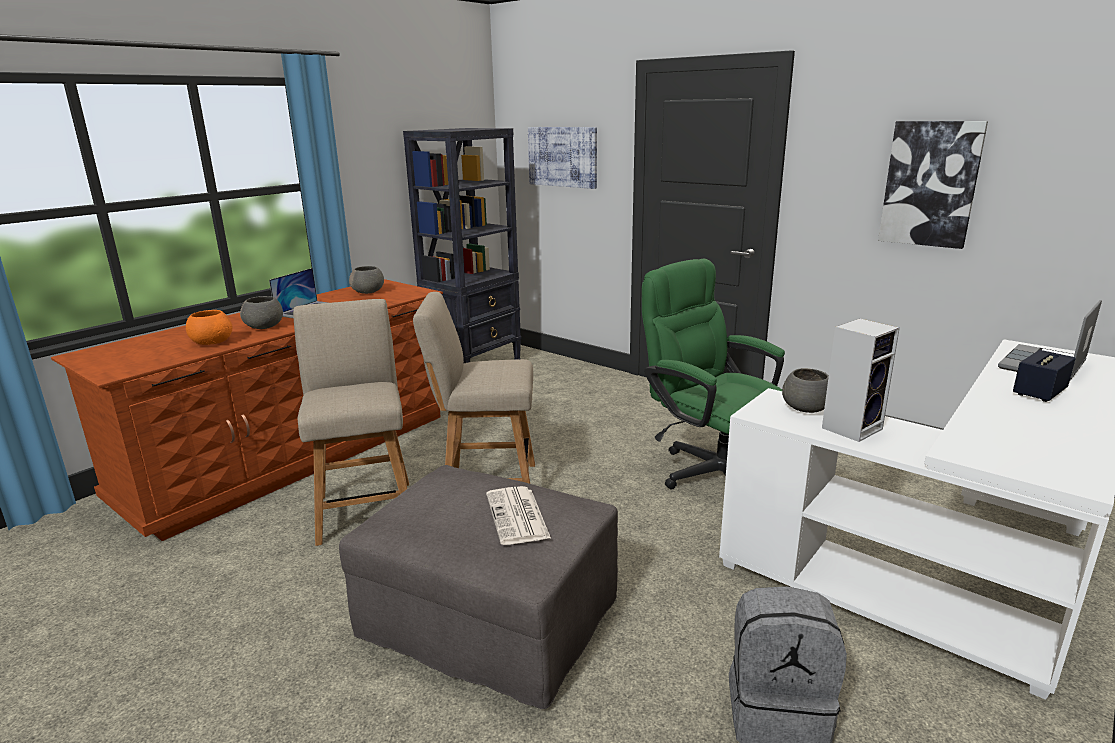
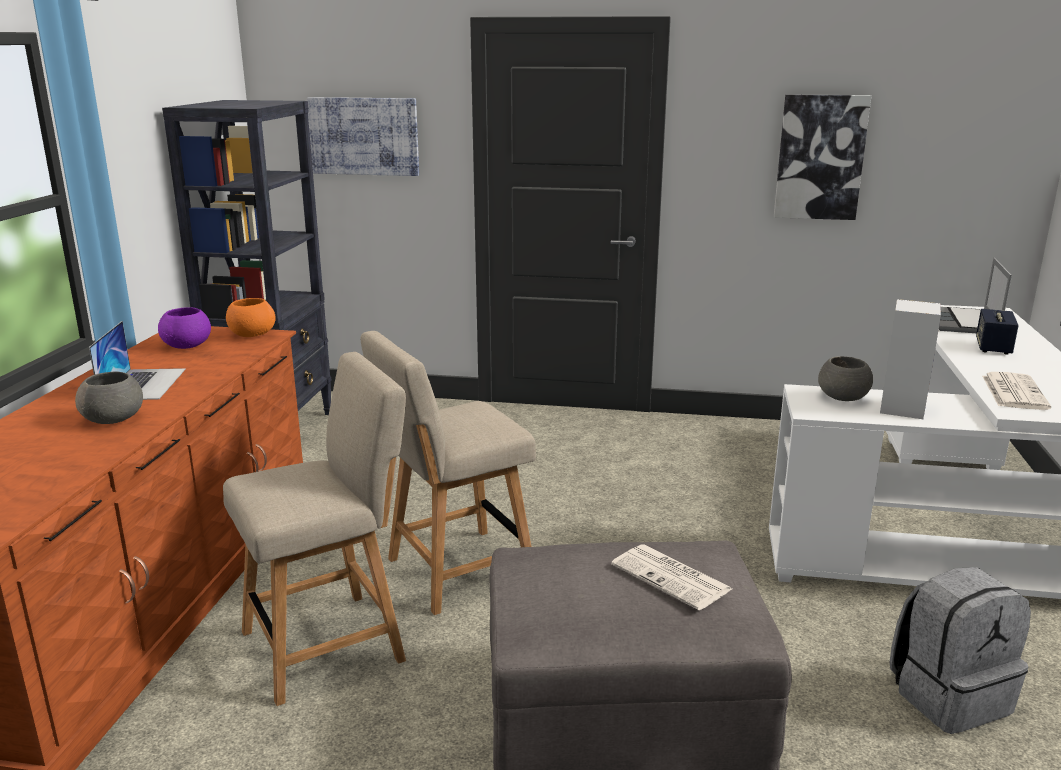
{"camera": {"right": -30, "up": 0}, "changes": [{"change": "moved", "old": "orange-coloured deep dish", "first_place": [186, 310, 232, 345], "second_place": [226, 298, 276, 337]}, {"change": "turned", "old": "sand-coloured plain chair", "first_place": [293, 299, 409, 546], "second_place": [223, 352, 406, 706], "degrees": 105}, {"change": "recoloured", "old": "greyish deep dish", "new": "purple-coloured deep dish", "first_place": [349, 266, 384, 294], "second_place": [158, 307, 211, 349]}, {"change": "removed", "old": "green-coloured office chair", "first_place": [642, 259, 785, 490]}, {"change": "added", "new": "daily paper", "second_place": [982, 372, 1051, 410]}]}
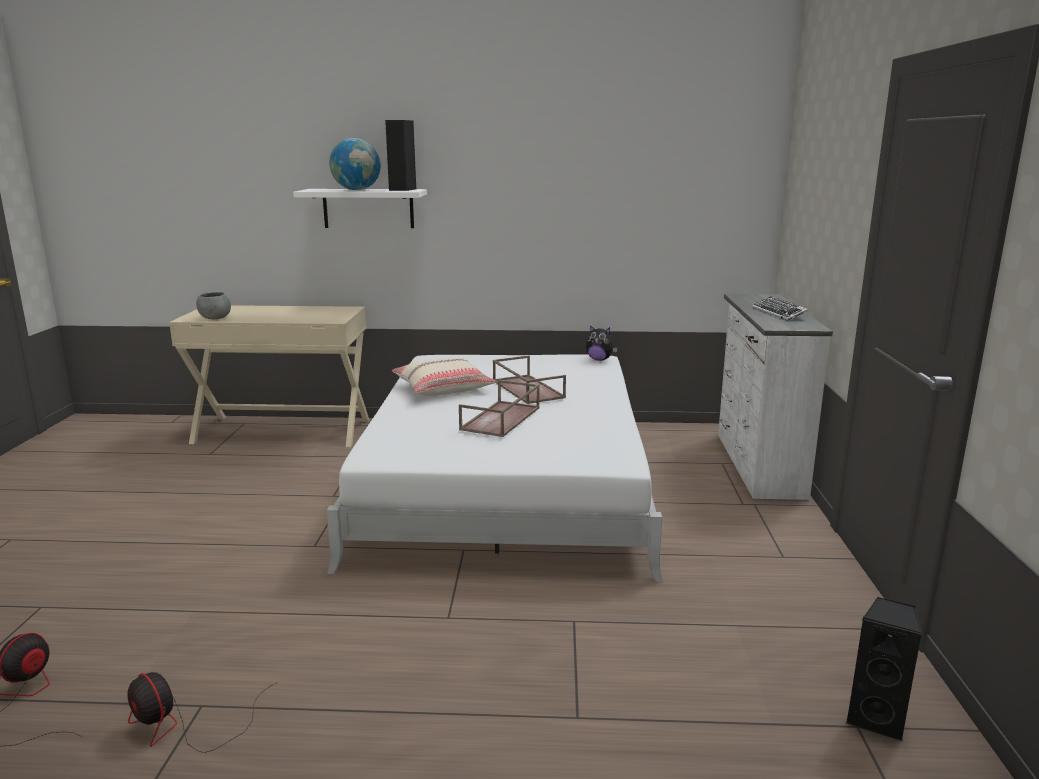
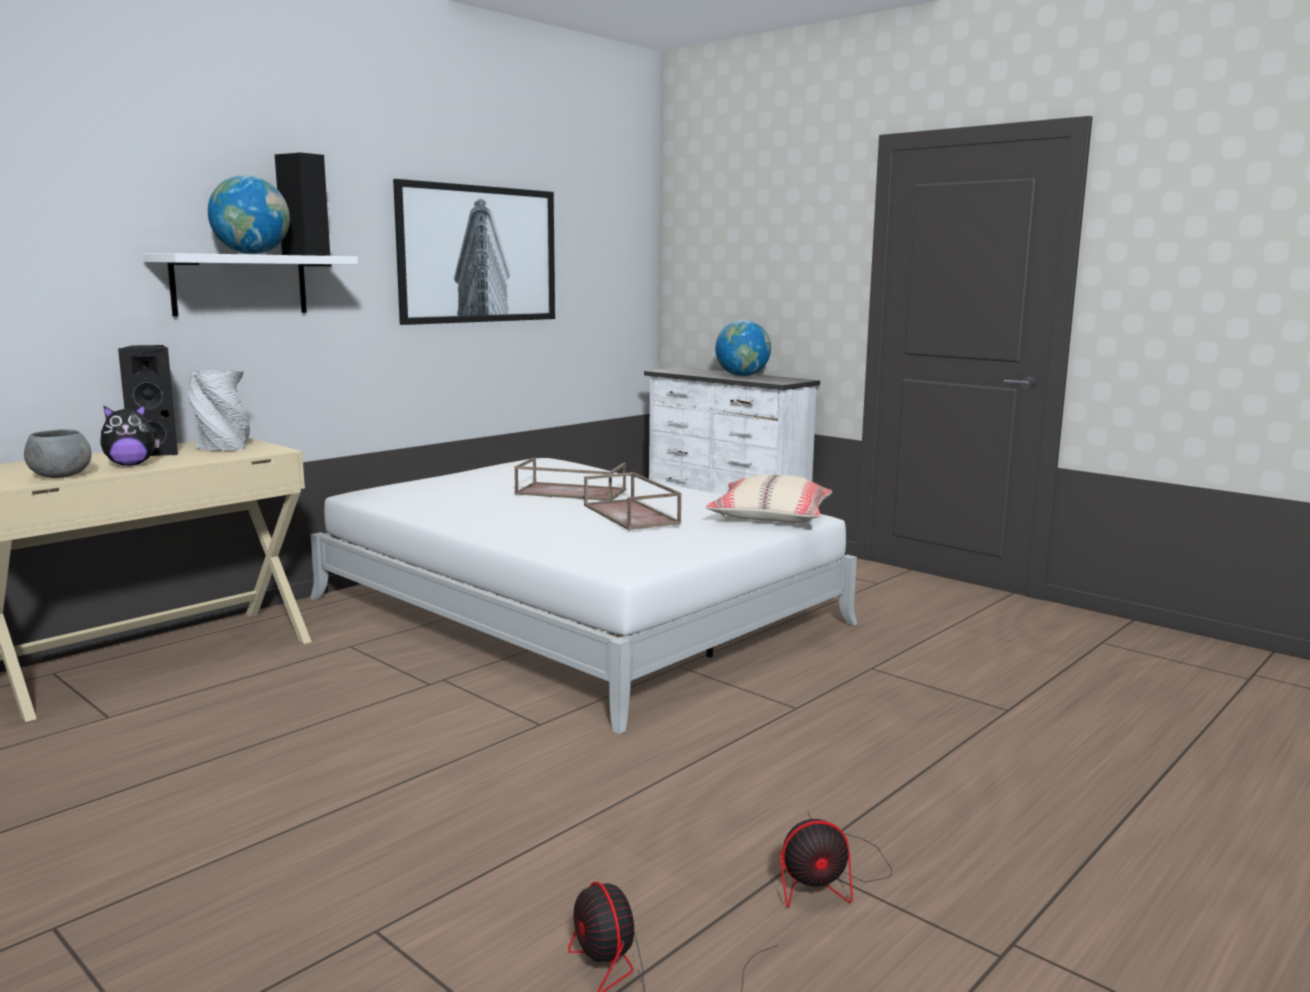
{"camera": {"right": -50, "up": -5}, "changes": [{"change": "moved", "old": "sand-coloured pillow", "first_place": [392, 357, 497, 396], "second_place": [706, 475, 832, 523]}, {"change": "moved", "old": "plush toy", "first_place": [586, 325, 618, 361], "second_place": [100, 404, 160, 466]}, {"change": "replaced", "old": "computer keyboard", "new": "world globe", "first_place": [752, 296, 809, 321], "second_place": [715, 320, 771, 376]}, {"change": "moved", "old": "blackish audio speaker", "first_place": [846, 597, 922, 741], "second_place": [118, 345, 178, 456]}, {"change": "added", "new": "greyish vase", "second_place": [187, 370, 250, 451]}, {"change": "added", "new": "wall art", "second_place": [393, 179, 555, 325]}]}
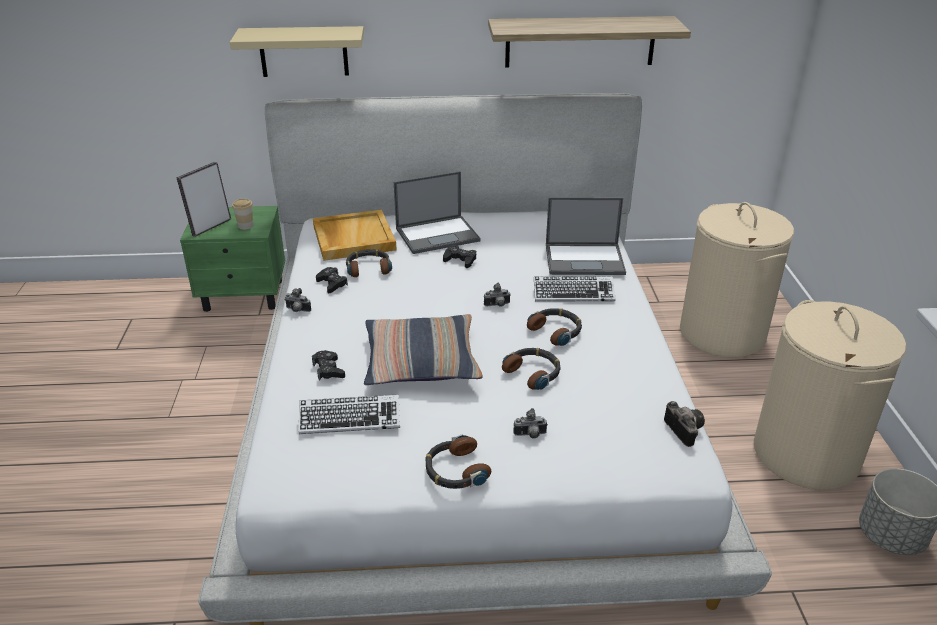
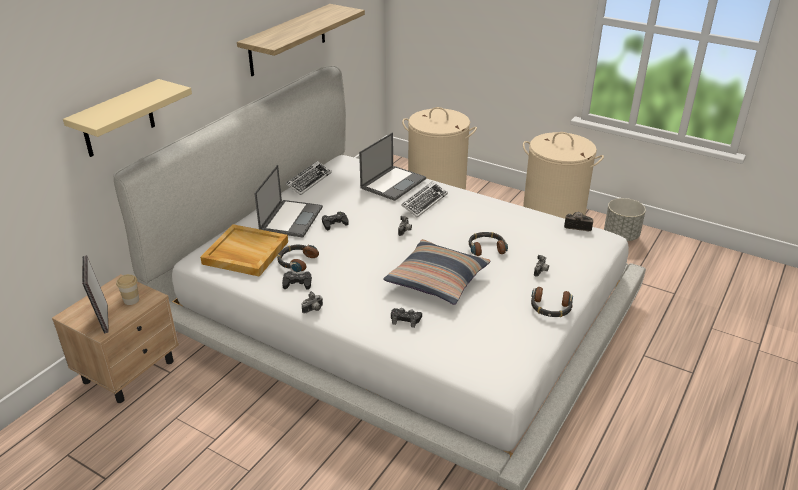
{"camera": {"right": -55, "up": 0}, "changes": [{"change": "recoloured", "old": "green-coloured night table", "new": "sand-coloured night table", "first_place": [180, 206, 285, 312], "second_place": [52, 274, 179, 403]}, {"change": "moved", "old": "computer keyboard", "first_place": [299, 394, 400, 434], "second_place": [285, 161, 332, 195]}, {"change": "removed", "old": "headphones", "first_place": [527, 308, 582, 346]}]}
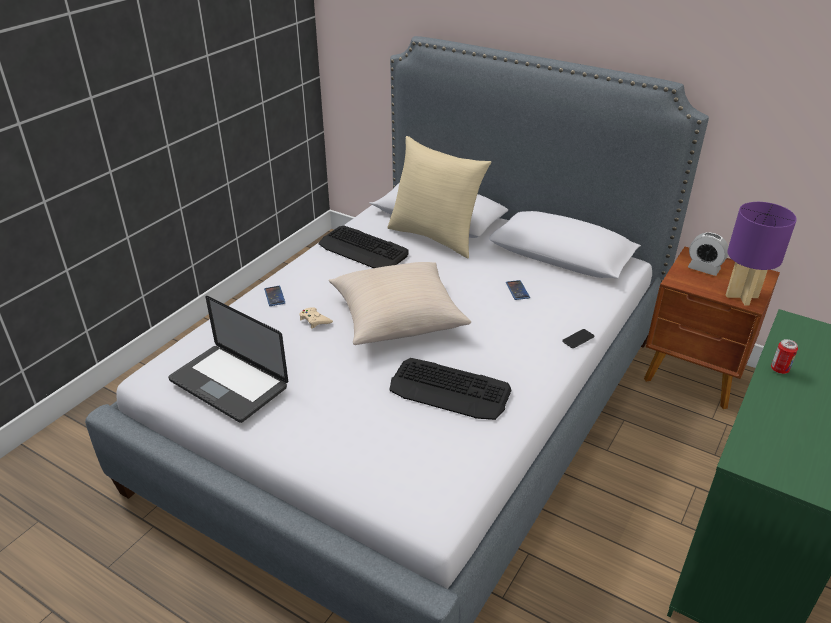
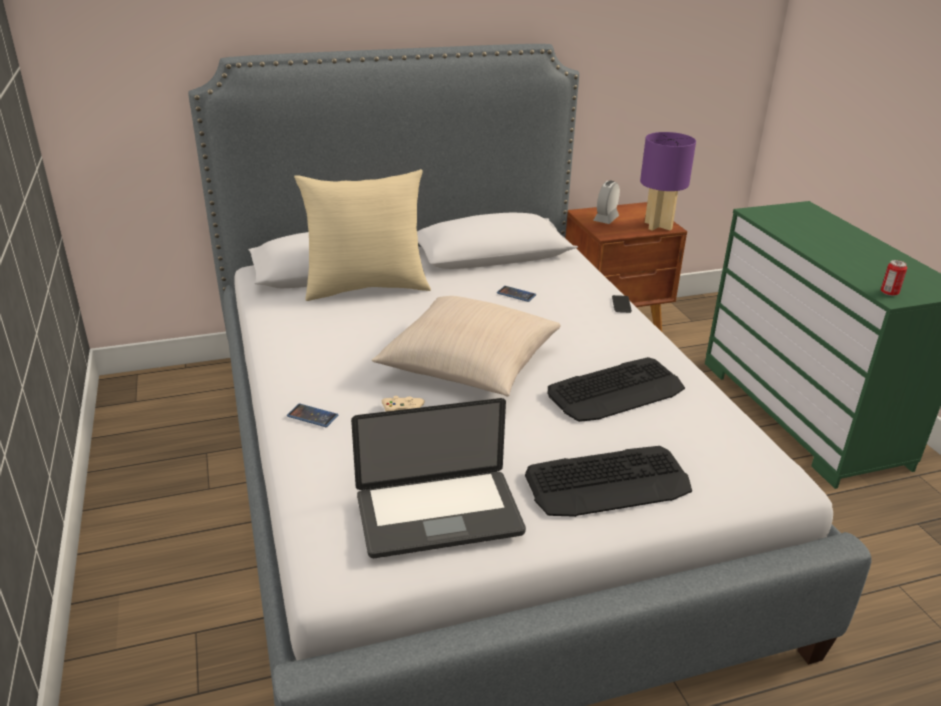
{"camera": {"right": -50, "up": -5}, "changes": [{"change": "moved", "old": "computer keyboard", "first_place": [319, 225, 409, 268], "second_place": [525, 446, 692, 517]}, {"change": "turned", "old": "table clock", "first_place": [688, 232, 728, 276], "second_place": [593, 181, 620, 224], "degrees": 135}, {"change": "moved", "old": "sealed can", "first_place": [771, 339, 798, 374], "second_place": [881, 260, 907, 296]}]}
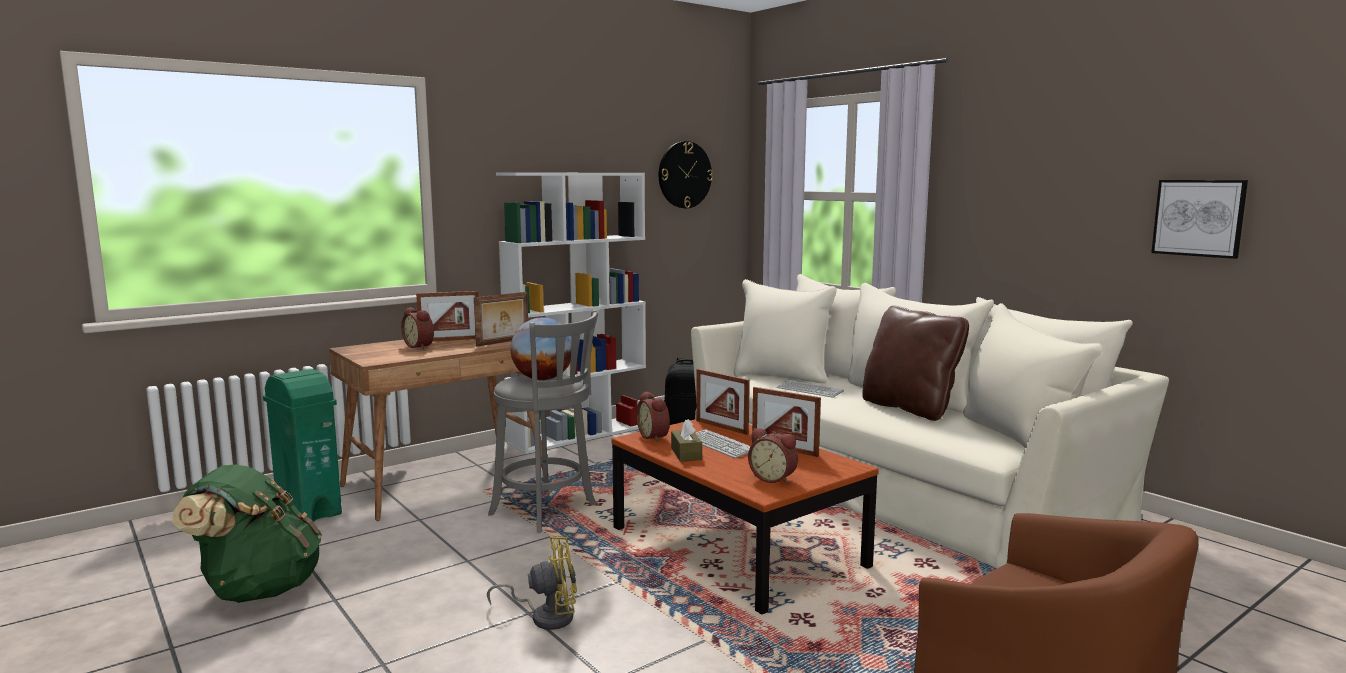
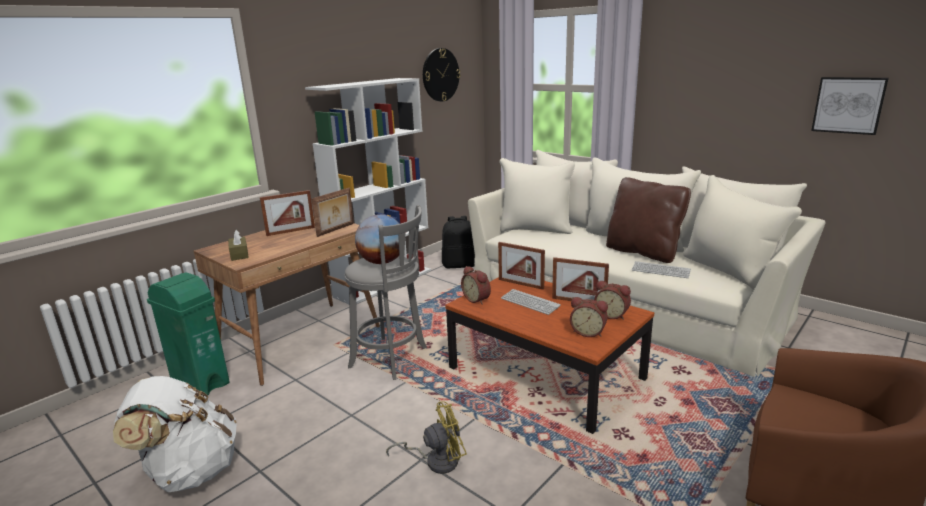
{"camera": {"right": -10, "up": 10}, "changes": [{"change": "recoloured", "old": "green-coloured rucksack", "new": "whitish rucksack", "first_place": [172, 464, 322, 603], "second_place": [113, 376, 237, 492]}, {"change": "moved", "old": "table clock", "first_place": [401, 307, 434, 349], "second_place": [594, 280, 631, 320]}, {"change": "moved", "old": "brown tissue box", "first_place": [671, 419, 702, 462], "second_place": [228, 230, 249, 261]}, {"change": "moved", "old": "computer keyboard", "first_place": [777, 380, 844, 398], "second_place": [632, 261, 691, 278]}]}
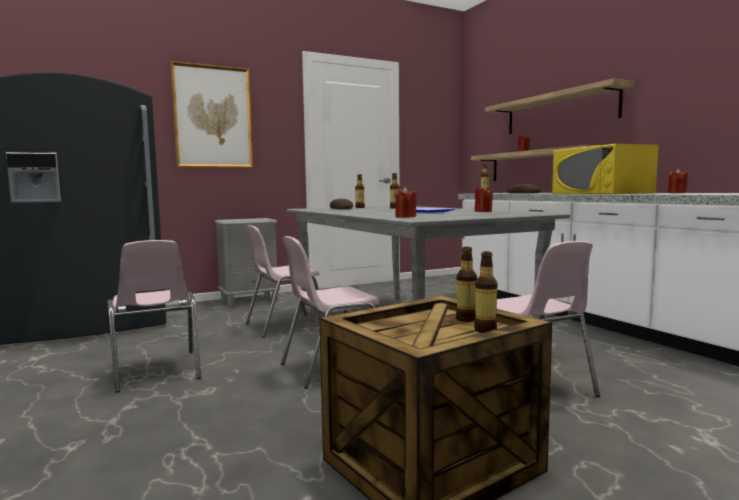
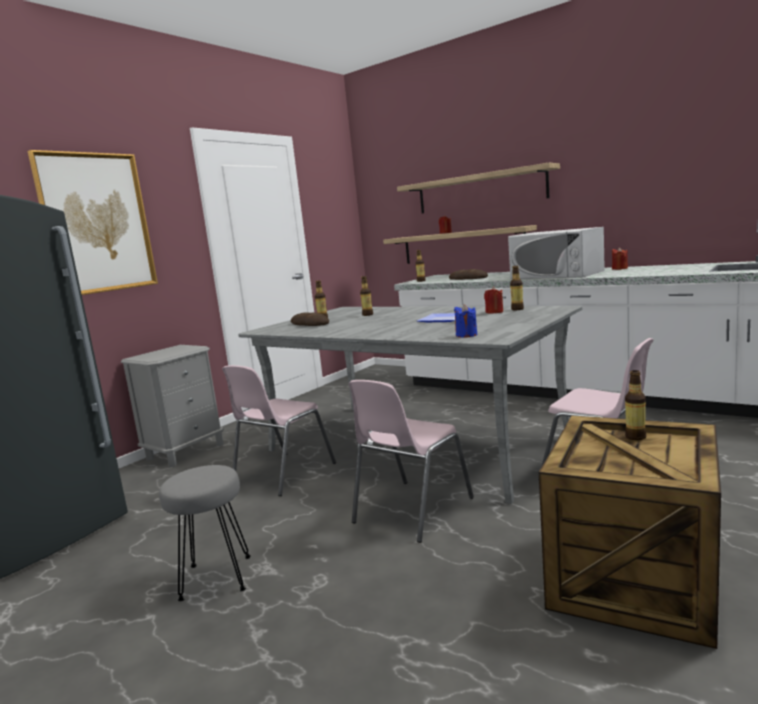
{"camera": {"right": -25, "up": 5}, "changes": [{"change": "replaced", "old": "pink plain chair", "new": "greyish stool", "first_place": [108, 240, 201, 393], "second_place": [159, 465, 251, 601]}, {"change": "recoloured", "old": "red-coloured wax candle", "new": "blue-coloured wax candle", "first_place": [396, 187, 416, 218], "second_place": [454, 304, 477, 338]}, {"change": "moved", "old": "bottle", "first_place": [474, 252, 497, 333], "second_place": [510, 266, 524, 310]}, {"change": "recoloured", "old": "yellow-coloured kitchen microwave", "new": "whitish kitchen microwave", "first_place": [552, 144, 659, 194], "second_place": [508, 227, 605, 279]}]}
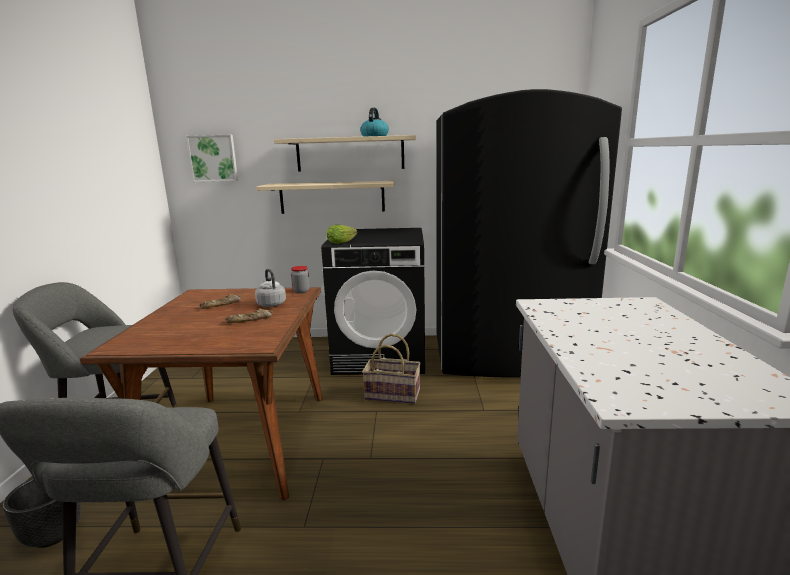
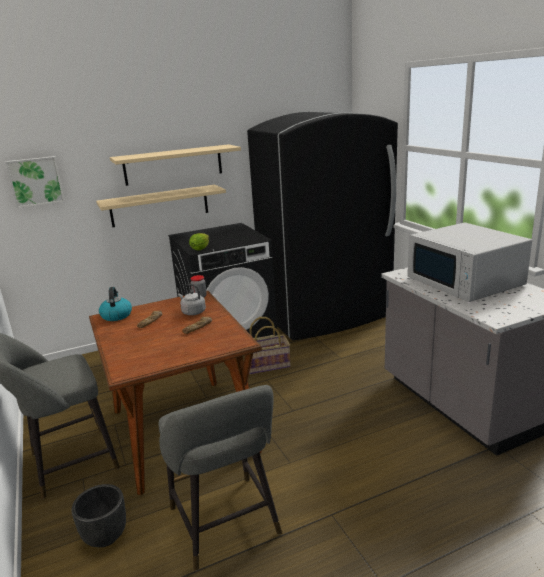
{"camera": {"right": -25, "up": 5}, "changes": [{"change": "moved", "old": "kettle", "first_place": [360, 108, 389, 137], "second_place": [99, 287, 132, 321]}, {"change": "added", "new": "whitish kitchen microwave", "second_place": [407, 222, 532, 302]}]}
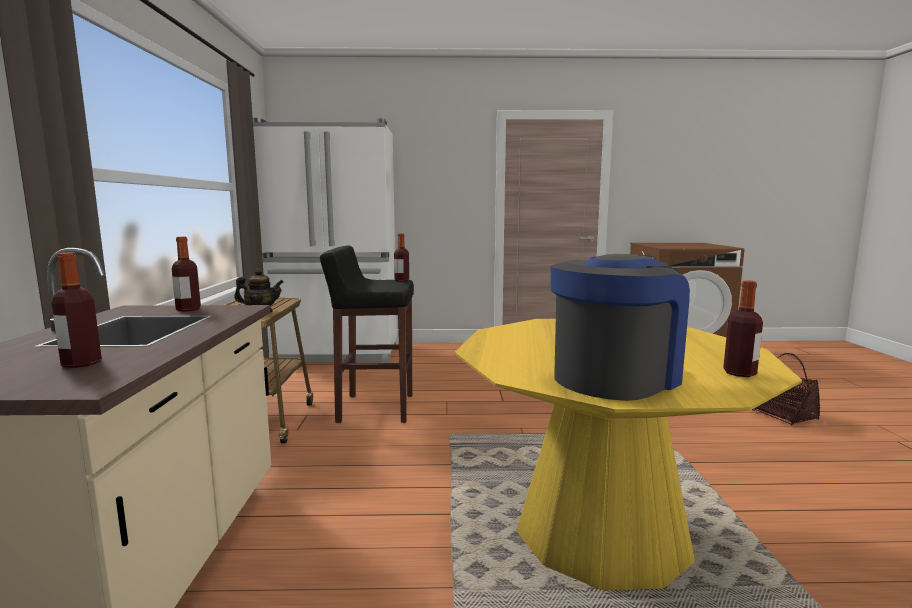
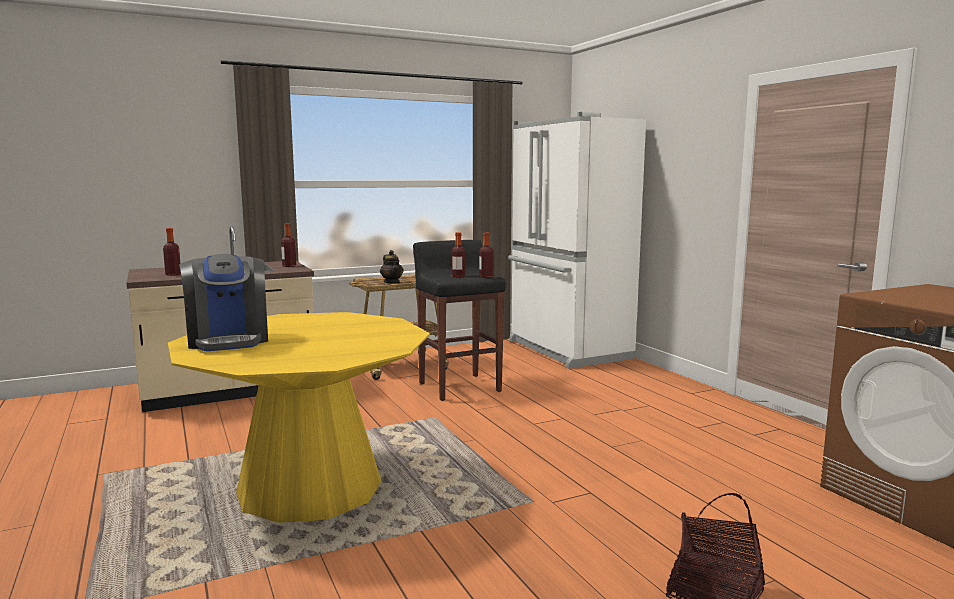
{"camera": {"right": 65, "up": 0}, "changes": [{"change": "turned", "old": "coffee machine", "first_place": [551, 254, 690, 401], "second_place": [179, 254, 268, 351], "degrees": 45}, {"change": "moved", "old": "bottle", "first_place": [723, 280, 763, 377], "second_place": [451, 232, 466, 277]}]}
